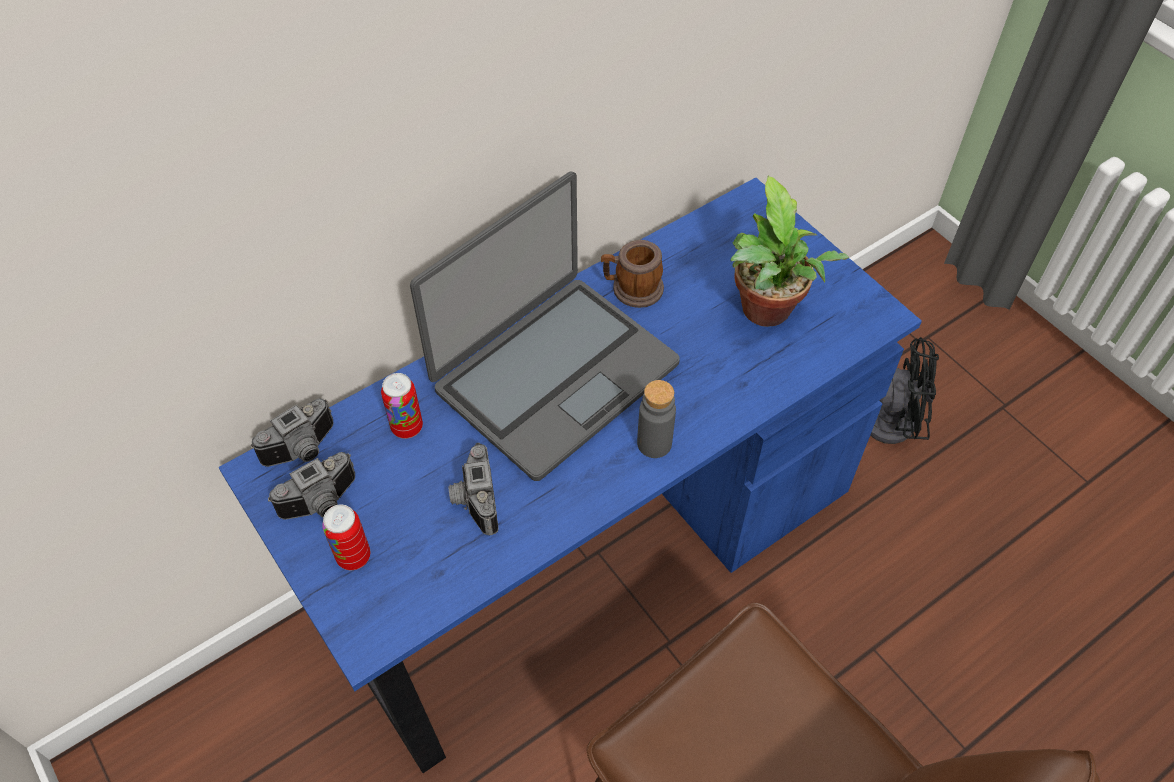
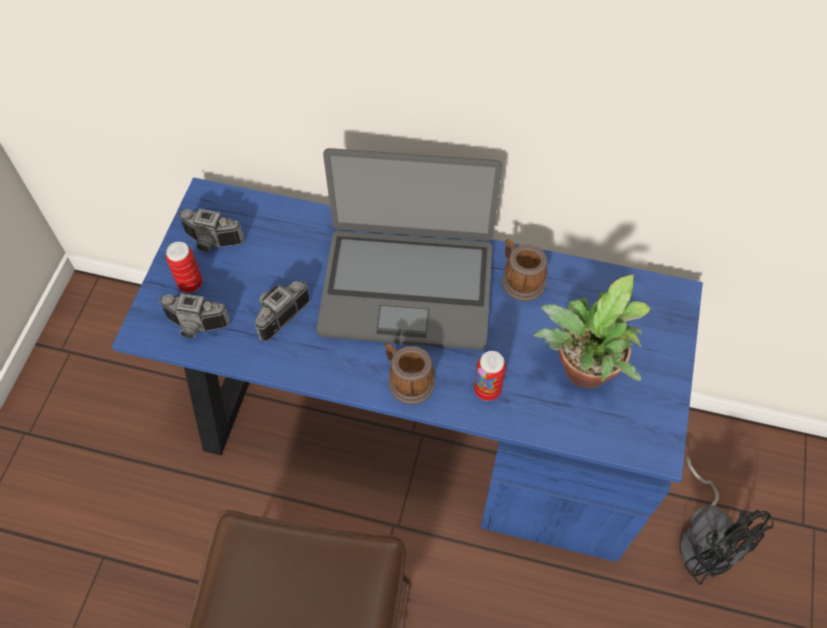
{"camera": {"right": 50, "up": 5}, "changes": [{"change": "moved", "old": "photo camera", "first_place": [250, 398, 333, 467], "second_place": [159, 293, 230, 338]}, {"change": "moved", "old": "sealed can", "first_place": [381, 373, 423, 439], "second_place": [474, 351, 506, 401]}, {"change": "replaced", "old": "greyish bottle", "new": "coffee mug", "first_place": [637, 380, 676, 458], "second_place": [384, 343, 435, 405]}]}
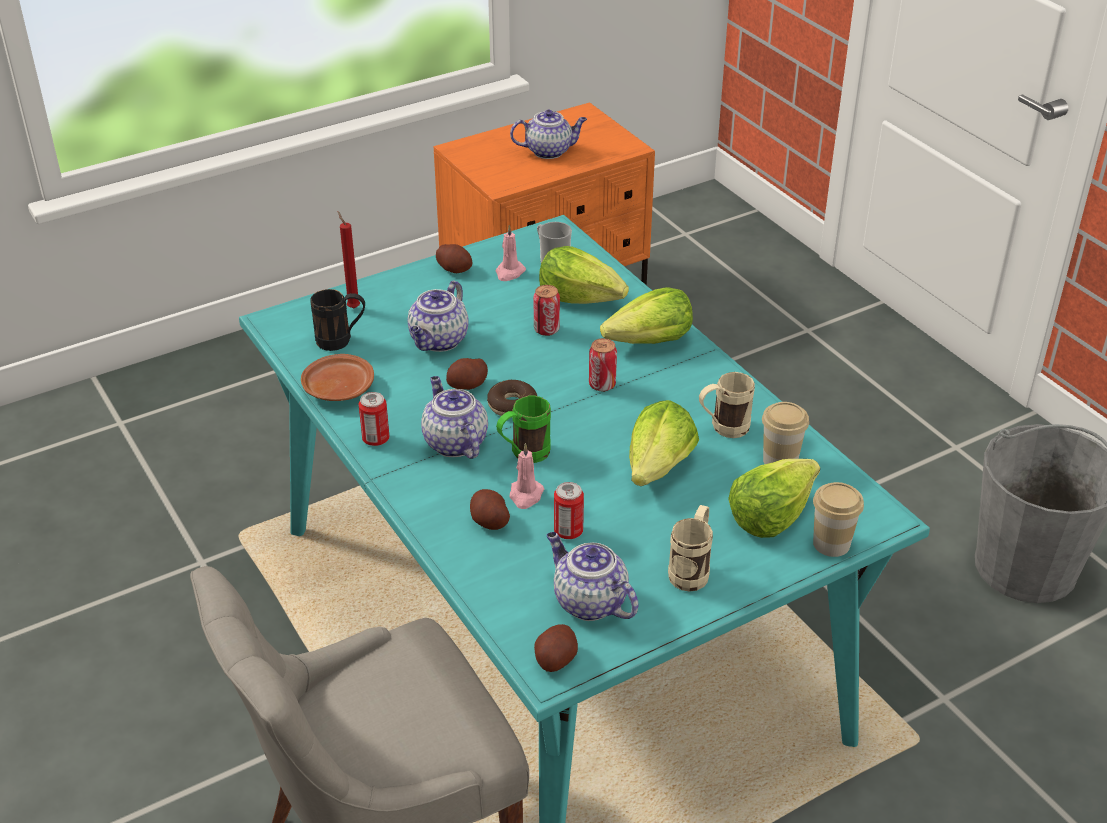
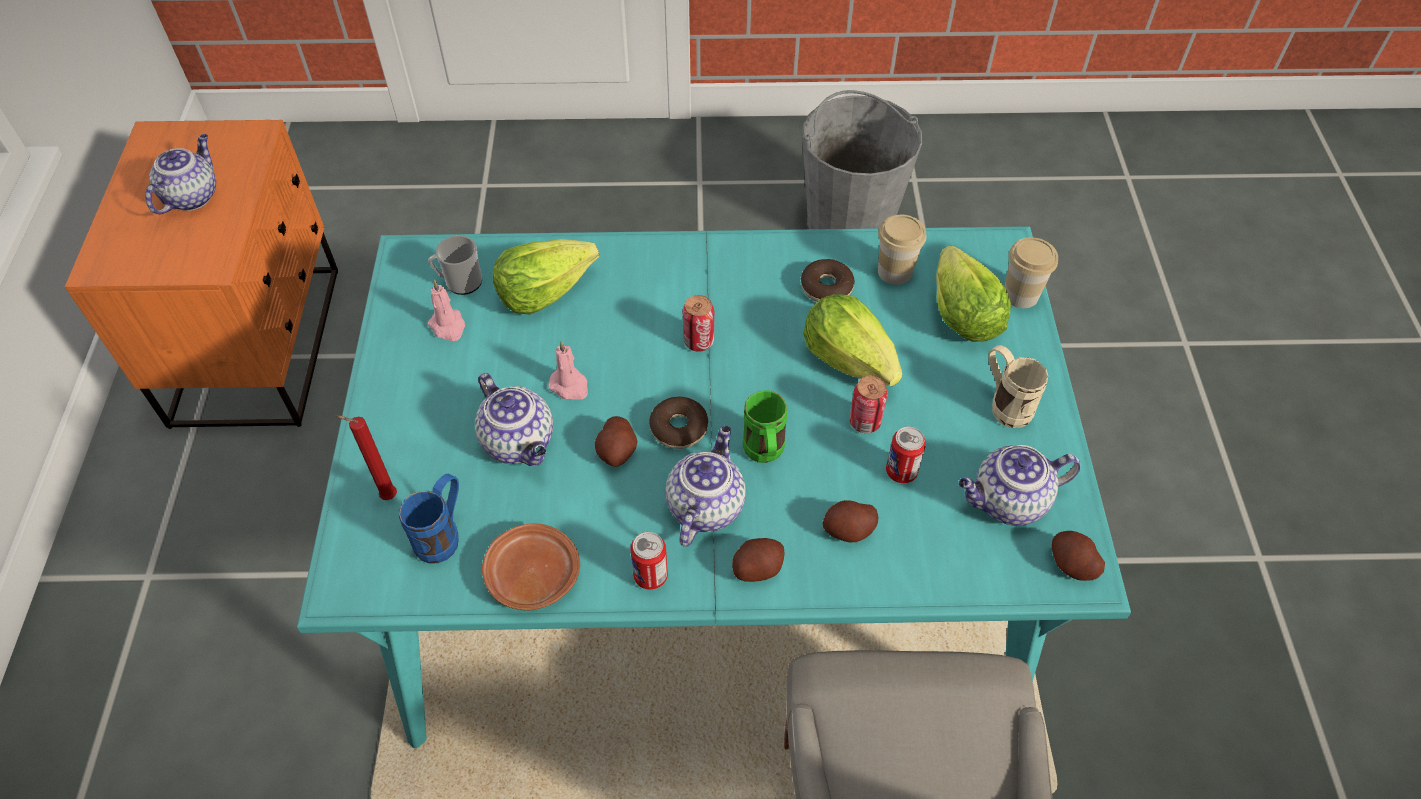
{"camera": {"right": -60, "up": 15}, "changes": [{"change": "recoloured", "old": "blackish coffee mug", "new": "blue-coloured coffee mug", "first_place": [310, 289, 365, 351], "second_place": [399, 474, 459, 564]}, {"change": "turned", "old": "teapot", "first_place": [421, 376, 488, 459], "second_place": [665, 425, 746, 547], "degrees": 105}, {"change": "moved", "old": "whole potato", "first_place": [436, 244, 472, 273], "second_place": [732, 538, 785, 582]}, {"change": "moved", "old": "pink wax candle", "first_place": [510, 443, 544, 509], "second_place": [548, 340, 588, 400]}, {"change": "moved", "old": "sealed can", "first_place": [533, 285, 560, 336], "second_place": [849, 376, 888, 433]}, {"change": "removed", "old": "head of lettuce", "first_place": [600, 287, 693, 344]}, {"change": "replaced", "old": "sand-coloured coffee mug", "new": "ring doughnut", "first_place": [699, 372, 755, 438], "second_place": [801, 259, 855, 302]}]}
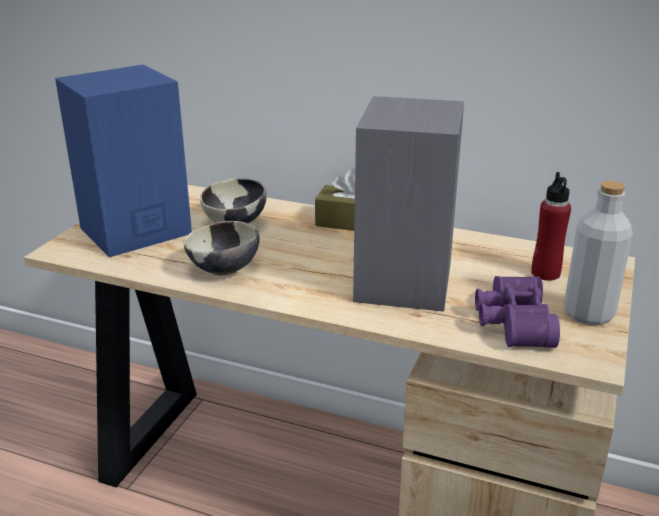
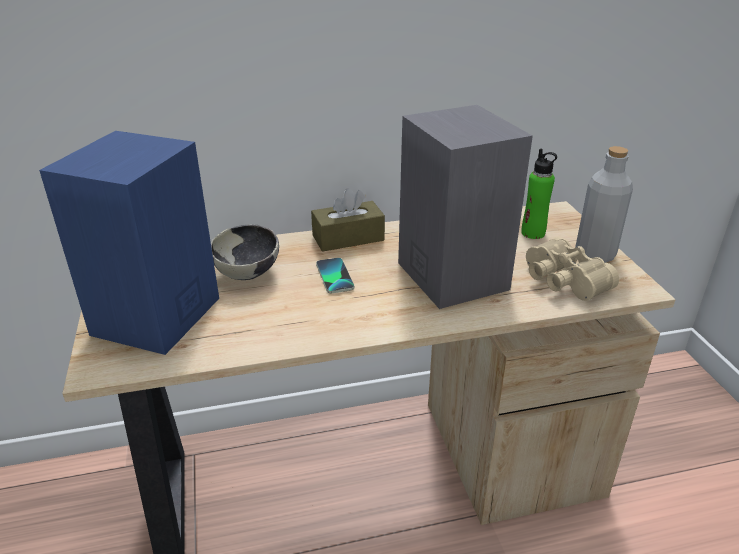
{"camera": {"right": -35, "up": 5}, "changes": [{"change": "removed", "old": "deep dish", "first_place": [183, 221, 260, 276]}, {"change": "recoloured", "old": "purple-coloured field glasses", "new": "sand-coloured field glasses", "first_place": [475, 276, 560, 348], "second_place": [526, 237, 619, 301]}, {"change": "recoloured", "old": "red-coloured bottle", "new": "green-coloured bottle", "first_place": [531, 172, 571, 281], "second_place": [521, 149, 557, 239]}, {"change": "added", "new": "telephone", "second_place": [316, 258, 354, 293]}]}
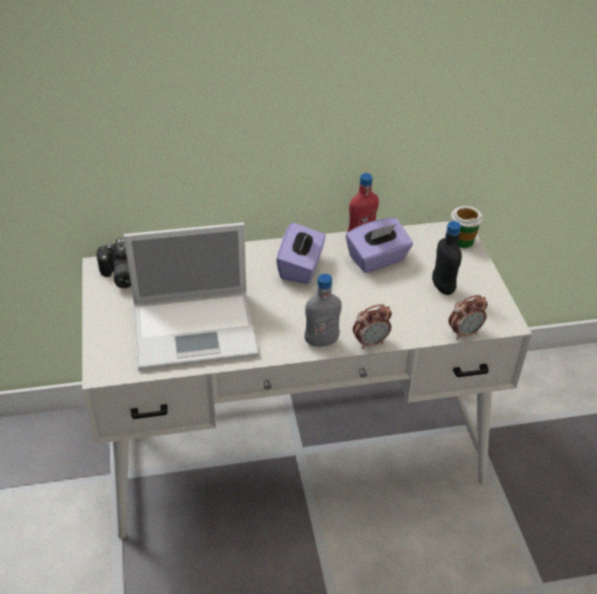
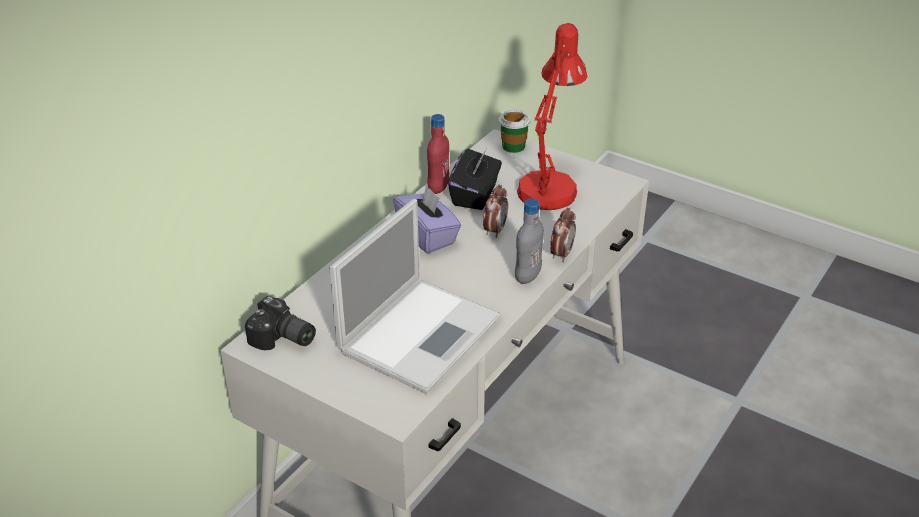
{"camera": {"right": -45, "up": -5}, "changes": [{"change": "recoloured", "old": "purple-coloured tissue box", "new": "blackish tissue box", "first_place": [346, 218, 413, 273], "second_place": [448, 149, 502, 210]}, {"change": "replaced", "old": "blackish bottle", "new": "red-coloured tabletop lamp", "first_place": [432, 221, 462, 295], "second_place": [517, 23, 588, 210]}, {"change": "moved", "old": "table clock", "first_place": [448, 295, 488, 340], "second_place": [483, 185, 508, 238]}]}
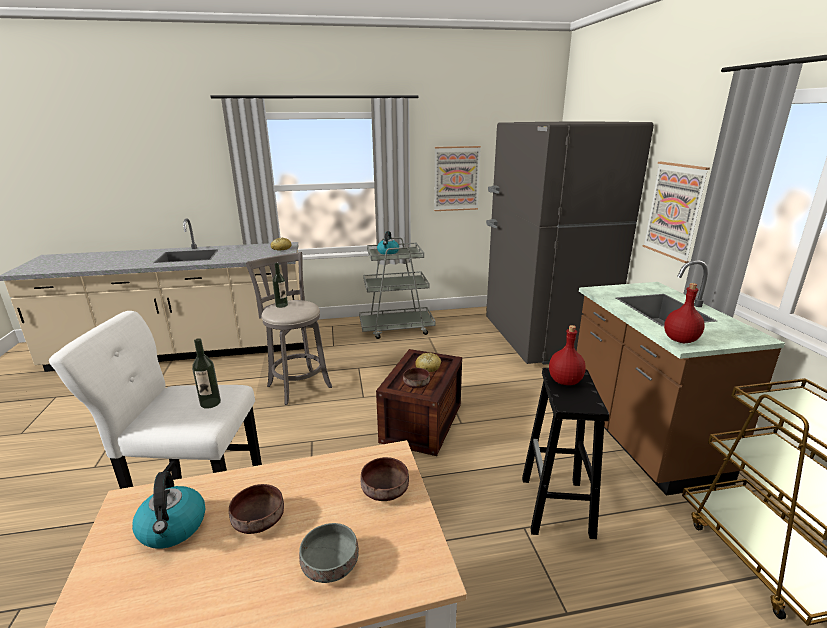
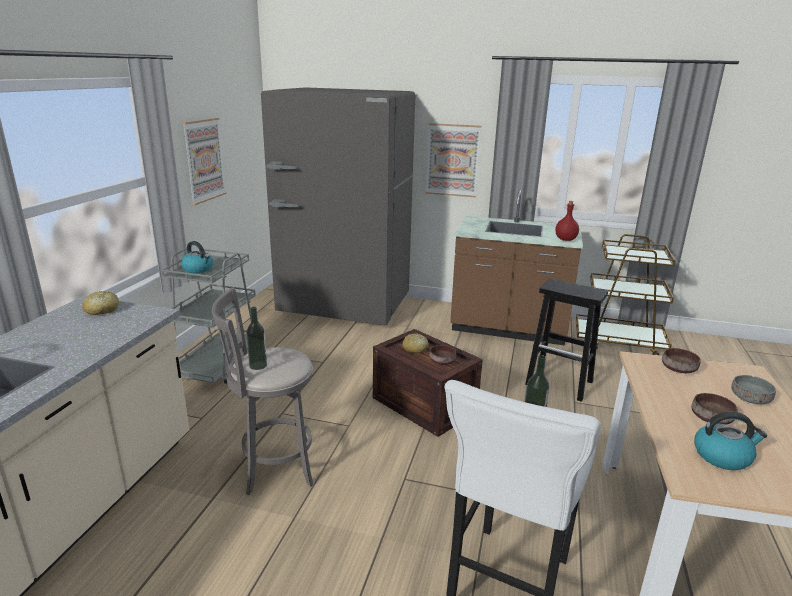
{"camera": {"right": -65, "up": 0}, "changes": [{"change": "removed", "old": "red-coloured bottle", "first_place": [549, 325, 586, 385]}]}
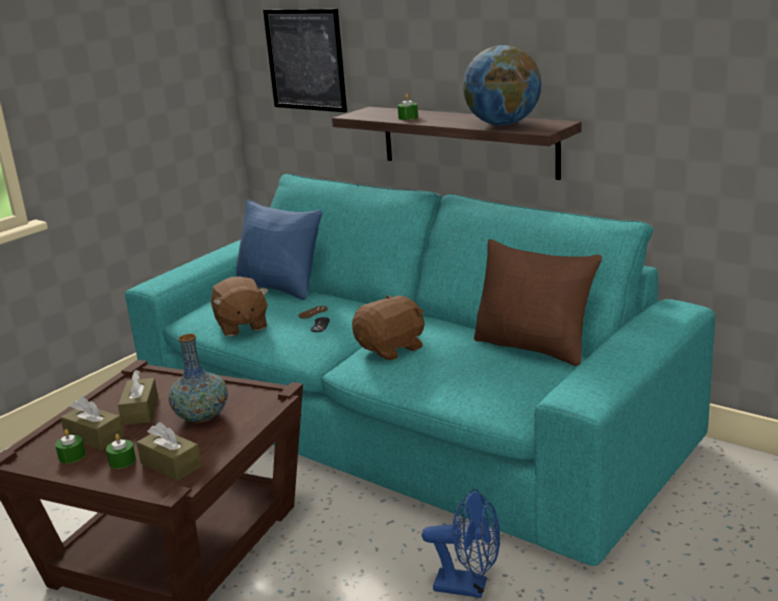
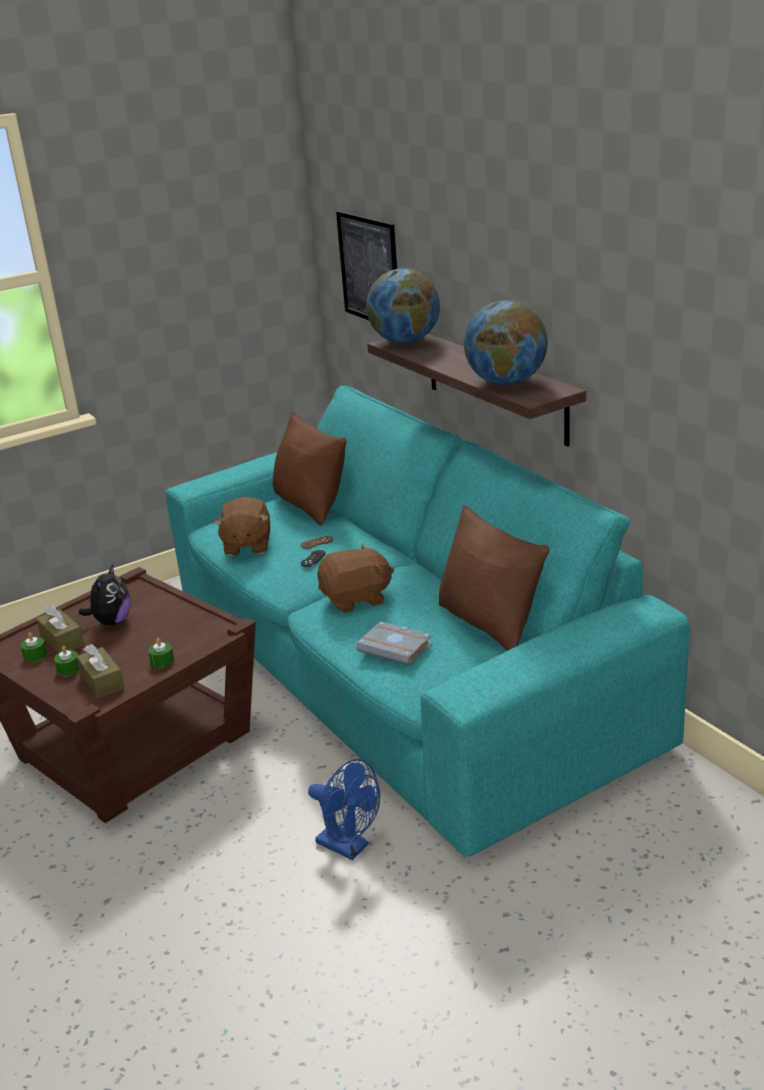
{"camera": {"right": 20, "up": 5}, "changes": [{"change": "replaced", "old": "brown tissue box", "new": "plush toy", "first_place": [118, 370, 158, 425], "second_place": [79, 564, 130, 625]}, {"change": "removed", "old": "vase", "first_place": [169, 334, 228, 423]}, {"change": "recoloured", "old": "blue-coloured pillow", "new": "brown pillow", "first_place": [236, 199, 322, 300], "second_place": [272, 411, 346, 526]}, {"change": "moved", "old": "green-coloured wax candle", "first_place": [398, 94, 418, 120], "second_place": [148, 638, 174, 668]}, {"change": "added", "new": "greyish bound book", "second_place": [356, 621, 432, 666]}, {"change": "added", "new": "world globe", "second_place": [366, 268, 440, 344]}]}
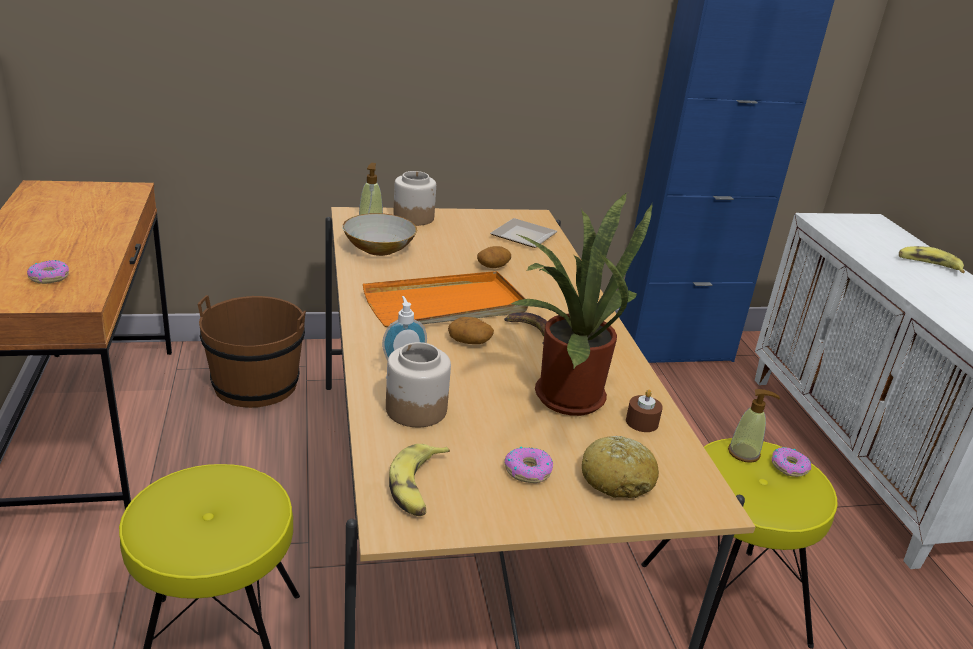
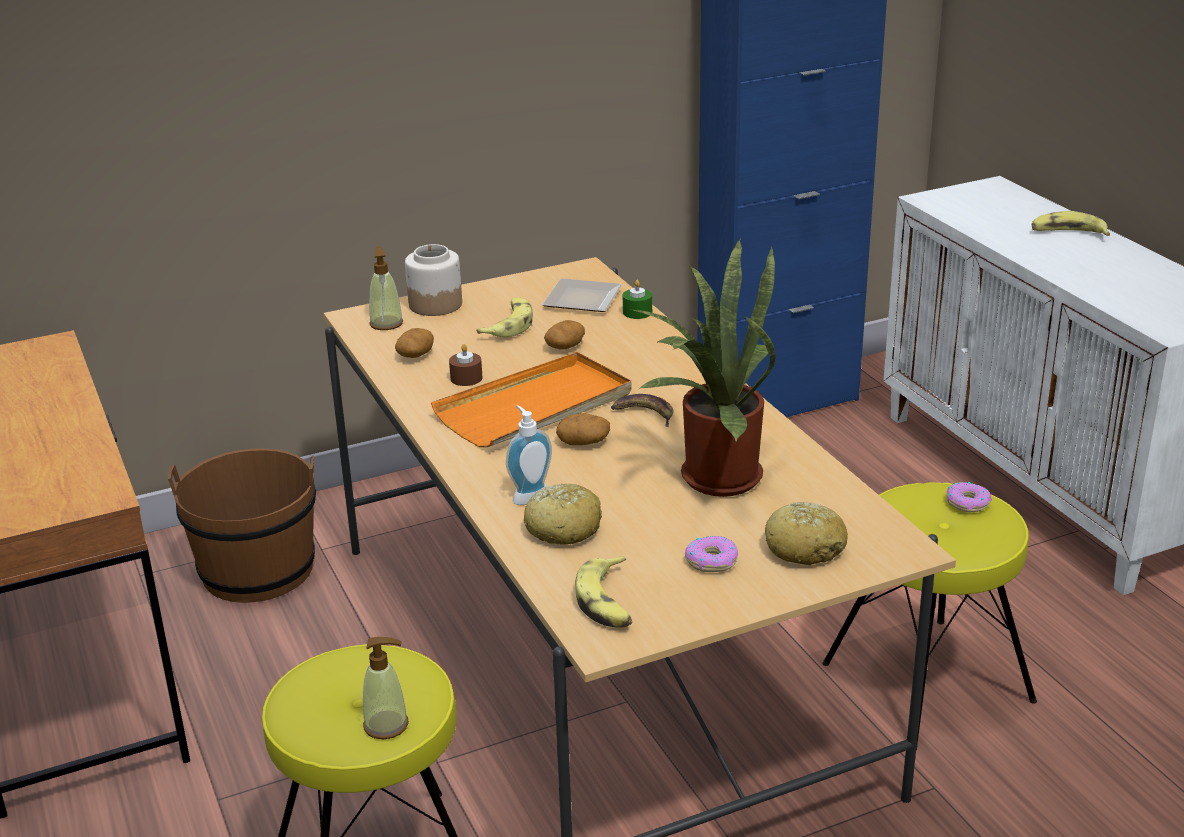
{"camera": {"right": -10, "up": 0}, "changes": [{"change": "removed", "old": "ring doughnut", "first_place": [27, 260, 69, 284]}, {"change": "replaced", "old": "deep dish", "new": "whole potato", "first_place": [342, 213, 417, 256], "second_place": [395, 328, 434, 358]}, {"change": "replaced", "old": "preserve jar", "new": "bread", "first_place": [386, 342, 451, 427], "second_place": [524, 484, 602, 545]}, {"change": "moved", "old": "brown wax candle", "first_place": [626, 389, 663, 432], "second_place": [449, 344, 483, 386]}, {"change": "moved", "old": "soap dispenser", "first_place": [728, 389, 780, 463], "second_place": [363, 637, 409, 739]}, {"change": "added", "new": "banana fruit", "second_place": [476, 297, 532, 337]}, {"change": "added", "new": "green-coloured wax candle", "second_place": [623, 280, 652, 319]}]}
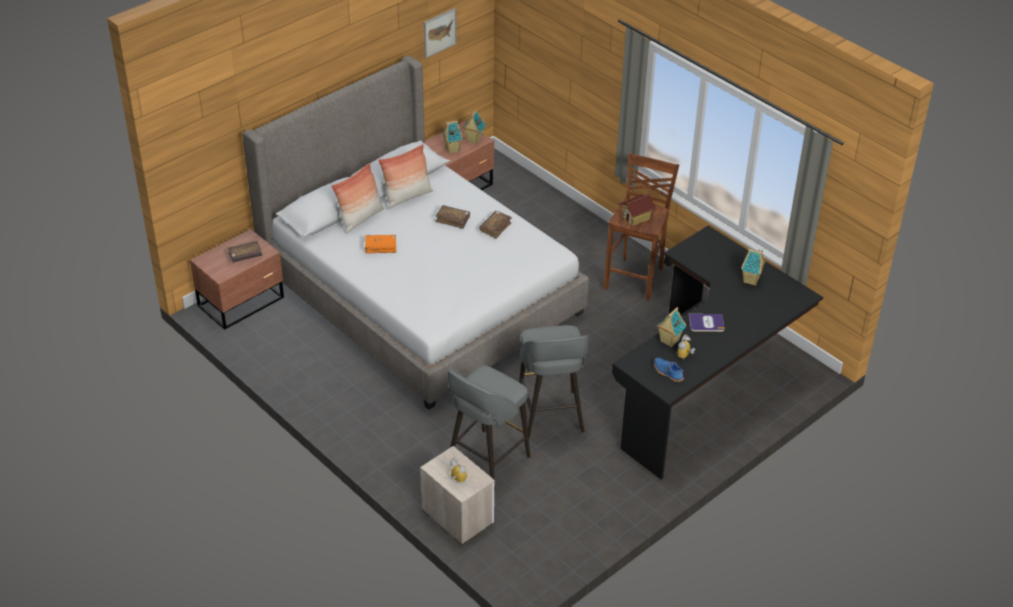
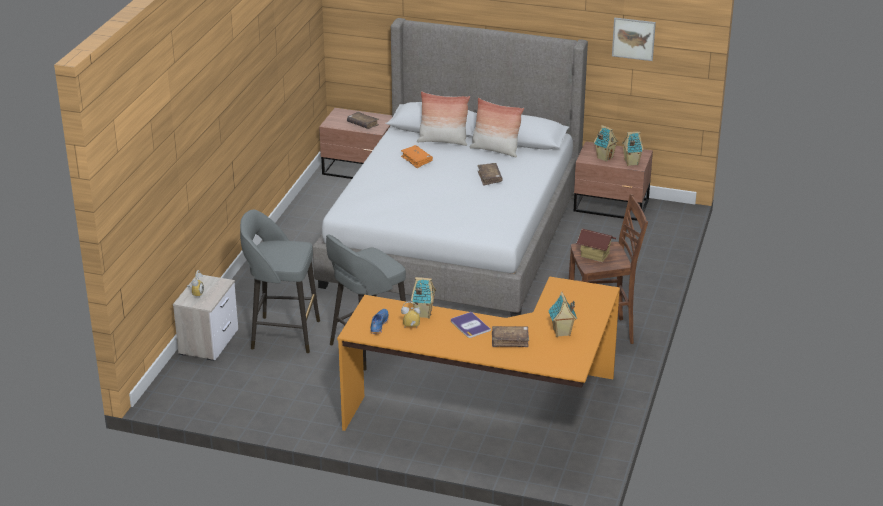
{"camera": {"right": 60, "up": -10}, "changes": [{"change": "moved", "old": "brown bound book", "first_place": [479, 211, 512, 238], "second_place": [492, 326, 529, 347]}, {"change": "recoloured", "old": "blackish desk unit", "new": "orange-coloured desk unit", "first_place": [612, 225, 823, 479], "second_place": [337, 277, 620, 431]}]}
